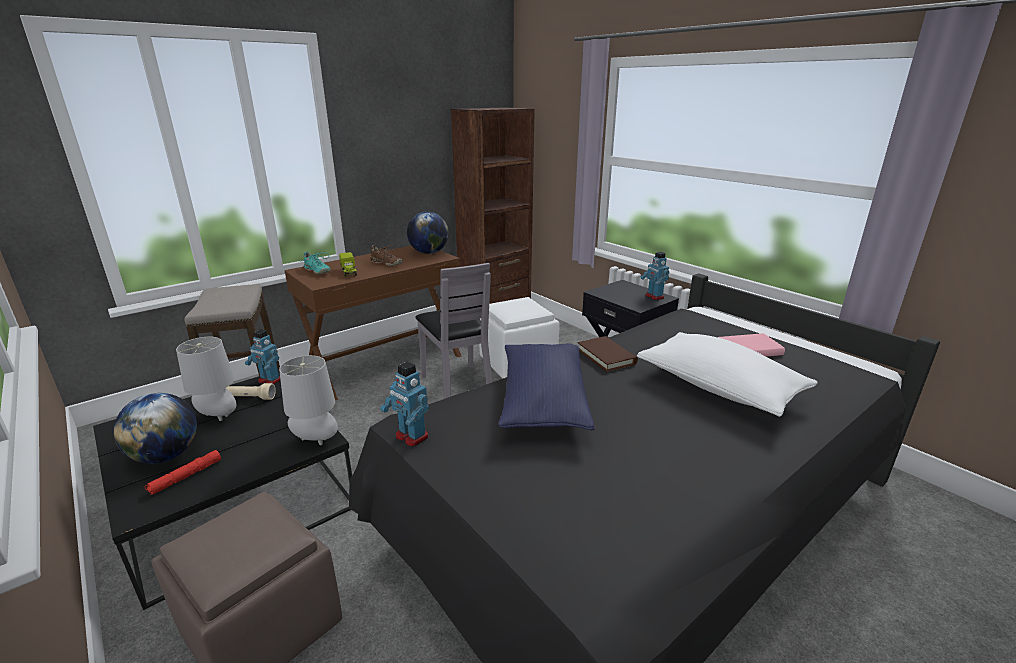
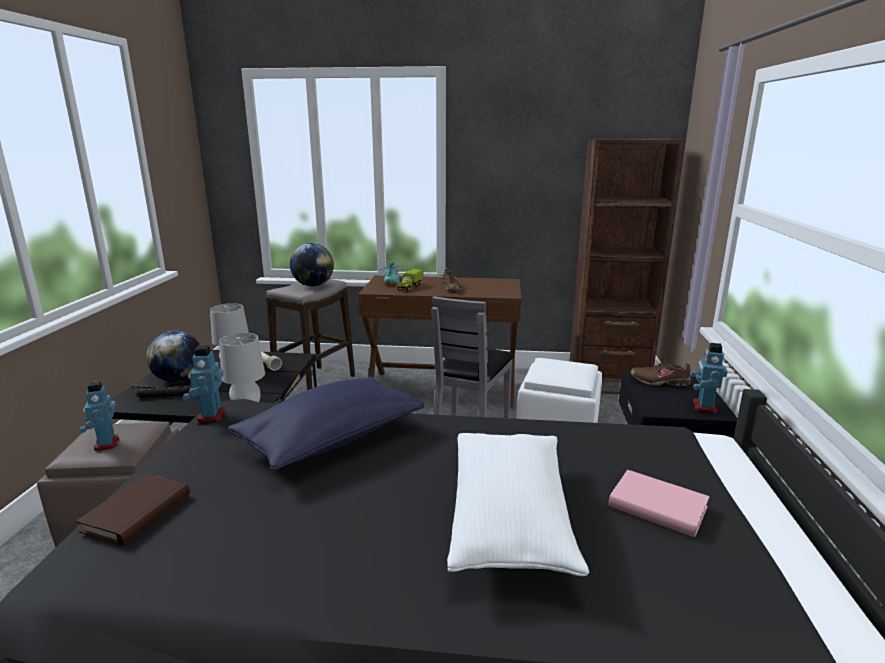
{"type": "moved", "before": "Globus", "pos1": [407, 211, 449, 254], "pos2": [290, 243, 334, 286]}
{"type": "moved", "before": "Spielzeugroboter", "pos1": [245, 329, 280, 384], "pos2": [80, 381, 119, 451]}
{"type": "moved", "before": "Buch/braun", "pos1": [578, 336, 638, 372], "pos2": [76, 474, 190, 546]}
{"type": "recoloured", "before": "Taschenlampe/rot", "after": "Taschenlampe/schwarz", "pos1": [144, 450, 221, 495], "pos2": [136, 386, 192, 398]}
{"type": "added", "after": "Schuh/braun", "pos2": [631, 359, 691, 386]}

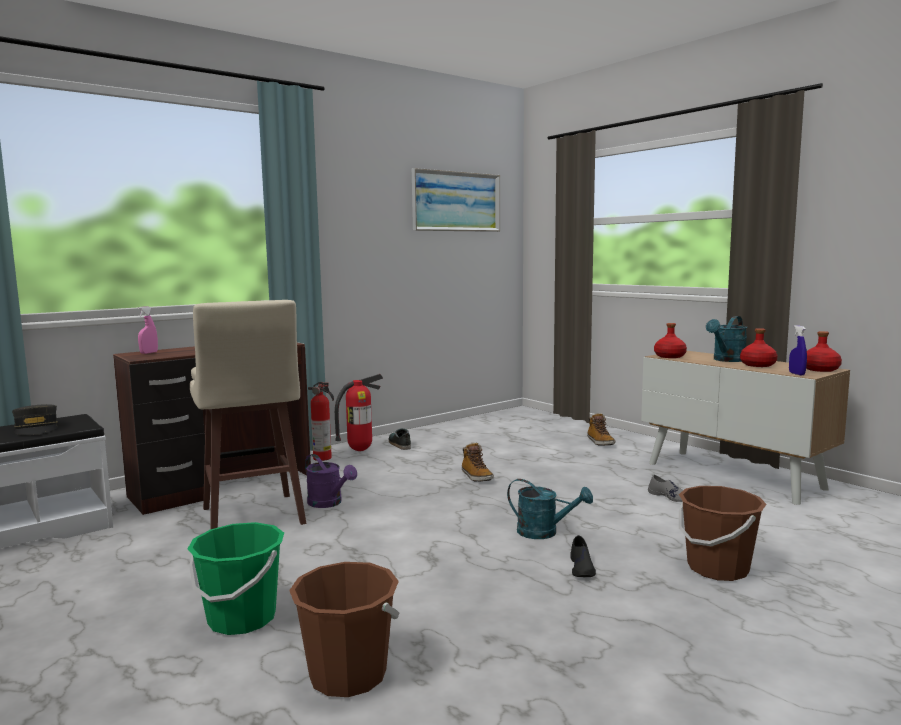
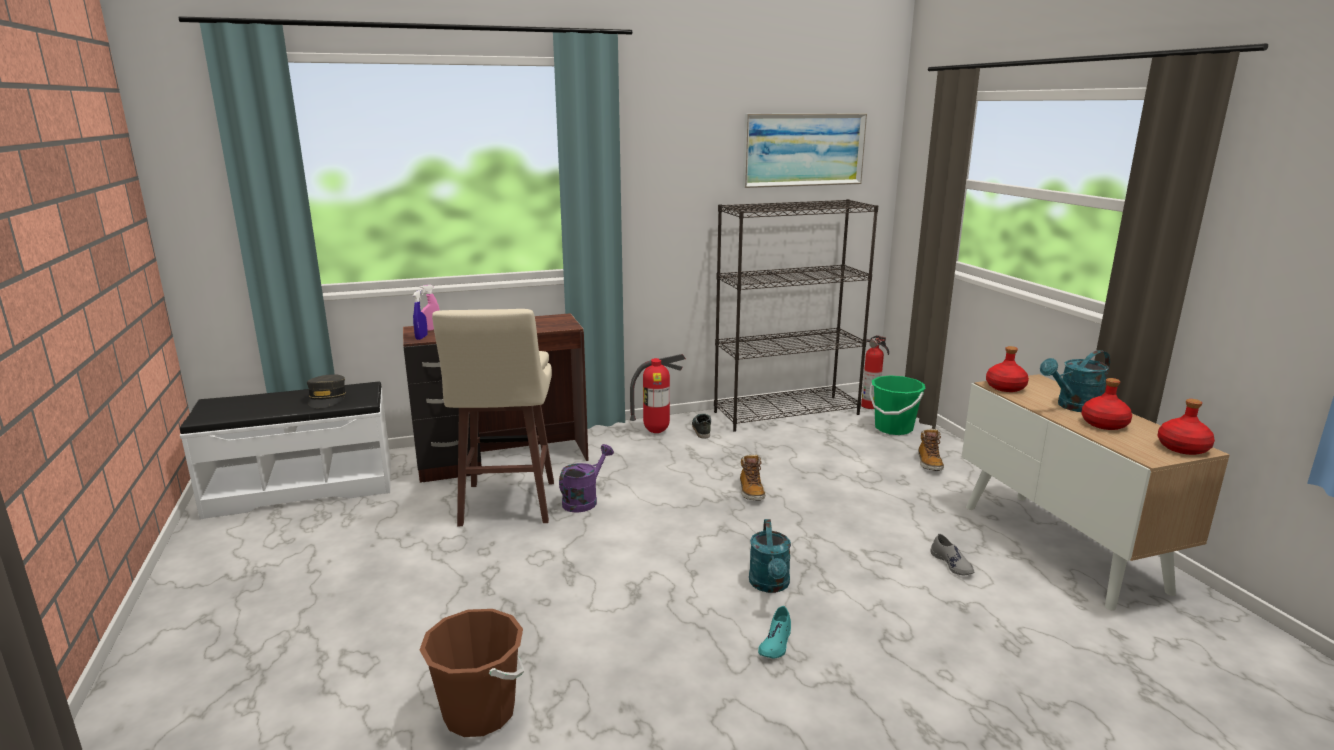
{"type": "moved", "before": "Sprühflasche/blau", "pos1": [789, 325, 807, 375], "pos2": [413, 290, 428, 340]}
{"type": "moved", "before": "Feuerlöscher", "pos1": [308, 382, 334, 461], "pos2": [861, 335, 889, 409]}
{"type": "turned", "before": "Gießkanne/lila", "pos1": [305, 454, 357, 508], "pos2": [559, 444, 614, 513], "turn": -120}
{"type": "turned", "before": "Gießkanne/türkis", "pos1": [507, 479, 593, 539], "pos2": [749, 519, 791, 593], "turn": 45}
{"type": "removed", "before": "Eimer/braun", "pos1": [679, 486, 767, 581]}
{"type": "moved", "before": "Eimer/grün", "pos1": [187, 522, 284, 635], "pos2": [869, 376, 926, 435]}
{"type": "recoloured", "before": "Schuh/schwarz", "after": "Schuh/türkis", "pos1": [571, 535, 596, 577], "pos2": [758, 606, 791, 659]}
{"type": "added", "after": "Bücherregal/schwarz", "pos2": [714, 199, 878, 432]}

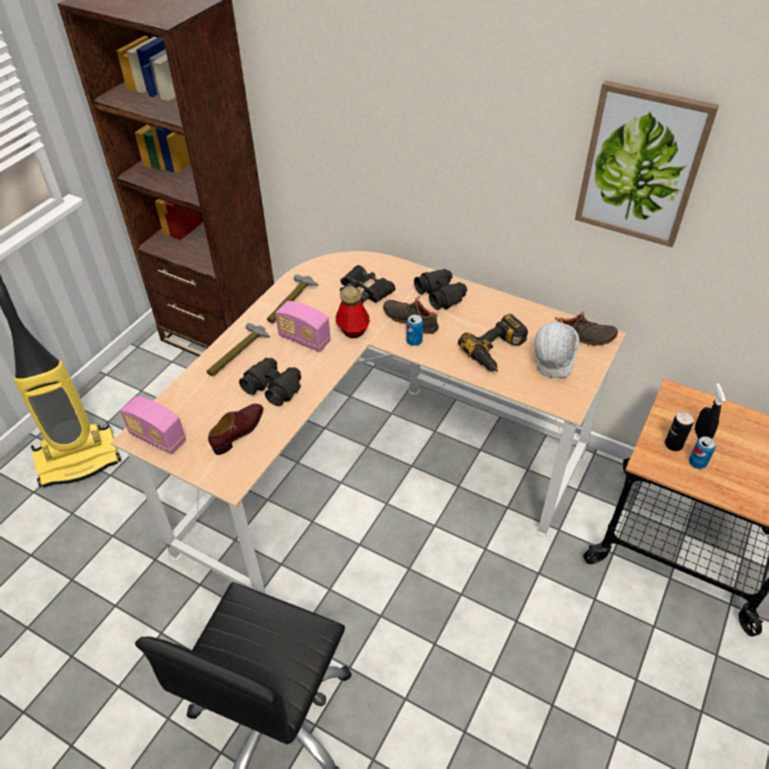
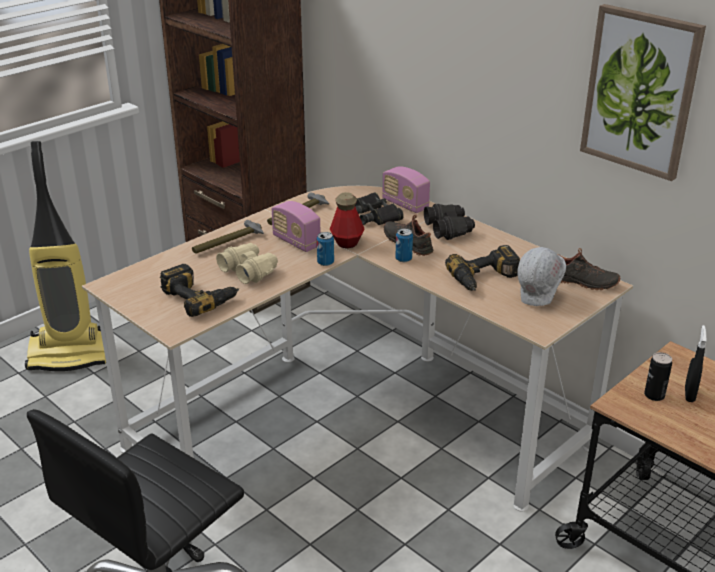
{"type": "recoloured", "before": "Fernglas/schwarz", "after": "Fernglas/beige", "pos1": [239, 358, 301, 406], "pos2": [216, 243, 278, 284]}
{"type": "moved", "before": "Radio", "pos1": [120, 396, 186, 454], "pos2": [382, 167, 430, 213]}
{"type": "replaced", "before": "Schuh/braun", "after": "Bohrmaschine", "pos1": [208, 404, 263, 455], "pos2": [160, 264, 239, 317]}
{"type": "moved", "before": "Dose", "pos1": [689, 436, 716, 469], "pos2": [317, 232, 334, 266]}

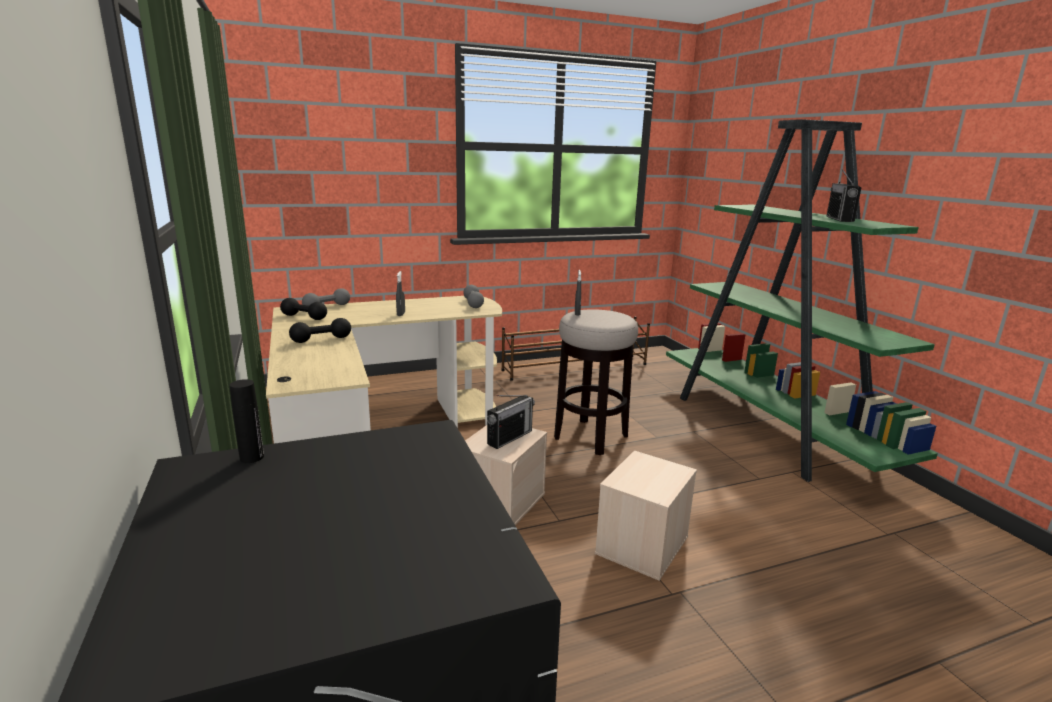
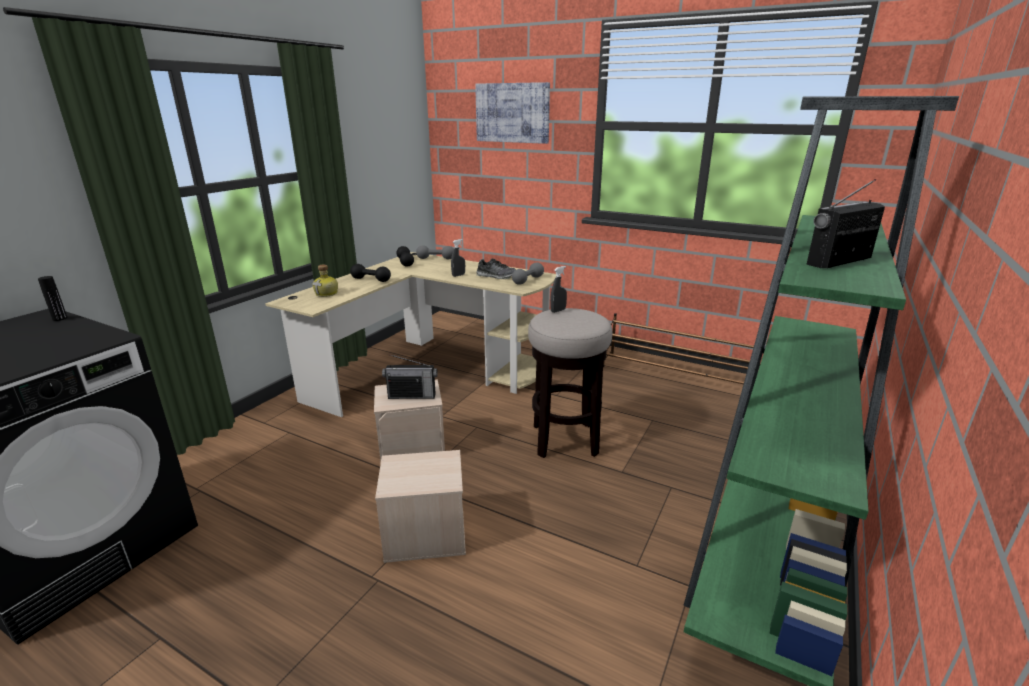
{"type": "added", "after": "Bild", "pos2": [475, 82, 550, 144]}
{"type": "added", "after": "Schuh", "pos2": [476, 258, 516, 279]}
{"type": "added", "after": "Flasche", "pos2": [313, 265, 338, 297]}

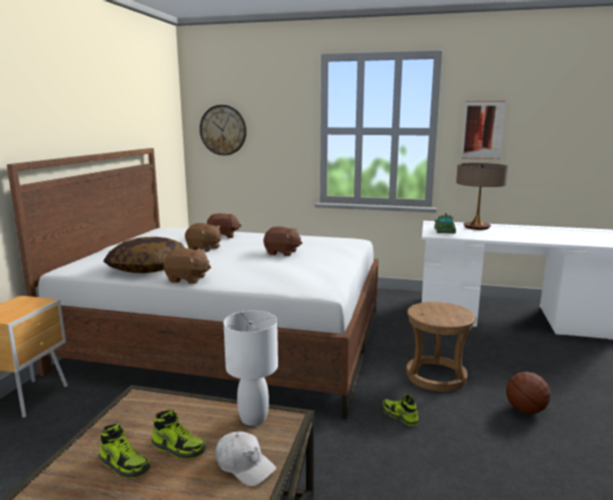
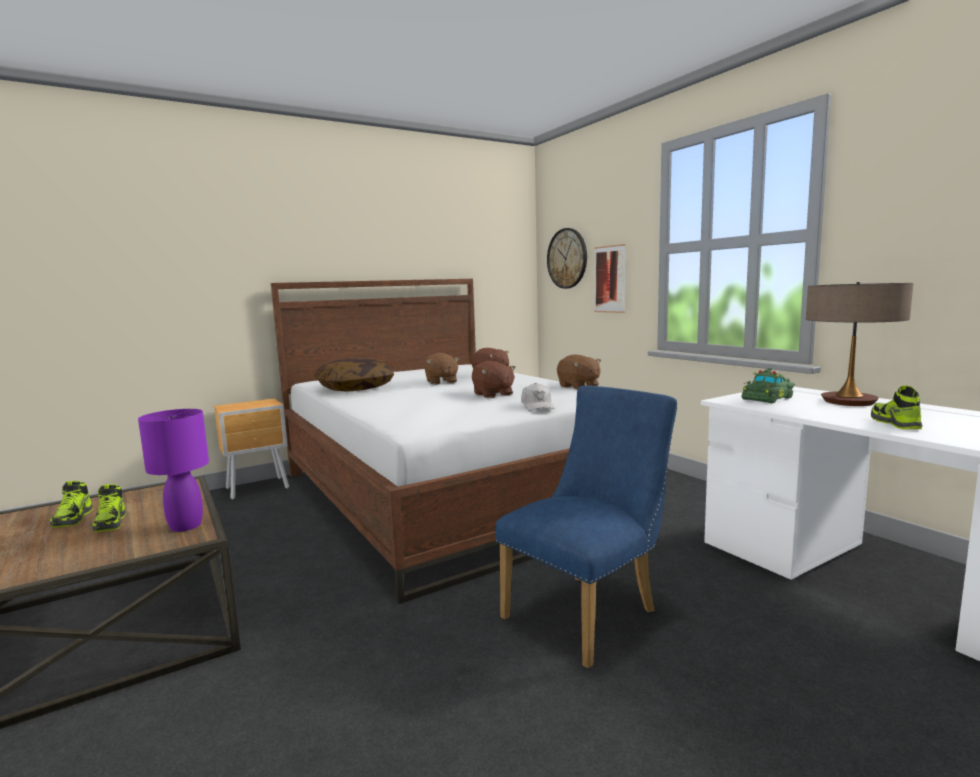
{"type": "moved", "before": "Bild", "pos1": [461, 101, 506, 159], "pos2": [594, 244, 626, 313]}
{"type": "moved", "before": "Plüschtier/braun", "pos1": [163, 248, 211, 284], "pos2": [557, 355, 601, 389]}
{"type": "replaced", "before": "Hocker/braun", "after": "Stuhl/blau", "pos1": [406, 302, 476, 392], "pos2": [495, 386, 677, 668]}
{"type": "recoloured", "before": "Tischlampe/weiß", "after": "Tischlampe/lila", "pos1": [224, 311, 278, 426], "pos2": [138, 409, 209, 532]}
{"type": "removed", "before": "Basketball", "pos1": [506, 371, 551, 414]}
{"type": "moved", "before": "Schuh", "pos1": [383, 394, 419, 426], "pos2": [871, 385, 923, 429]}
{"type": "moved", "before": "Kappe/weiß", "pos1": [215, 431, 276, 486], "pos2": [521, 383, 554, 411]}

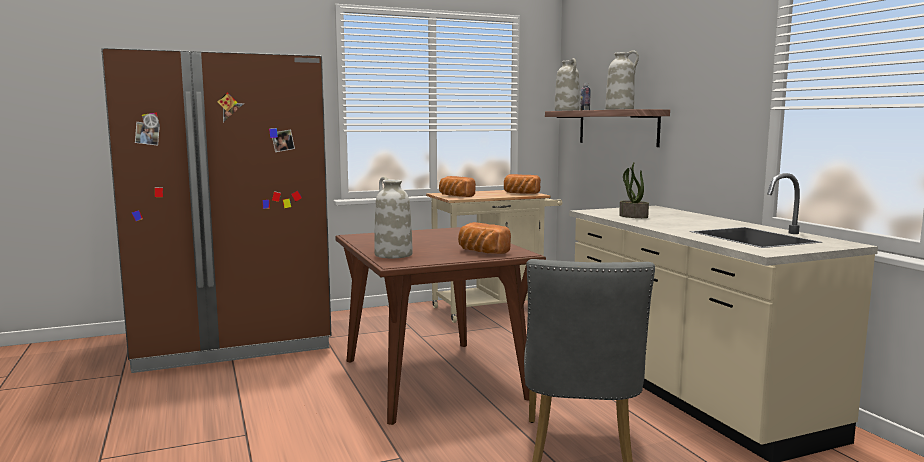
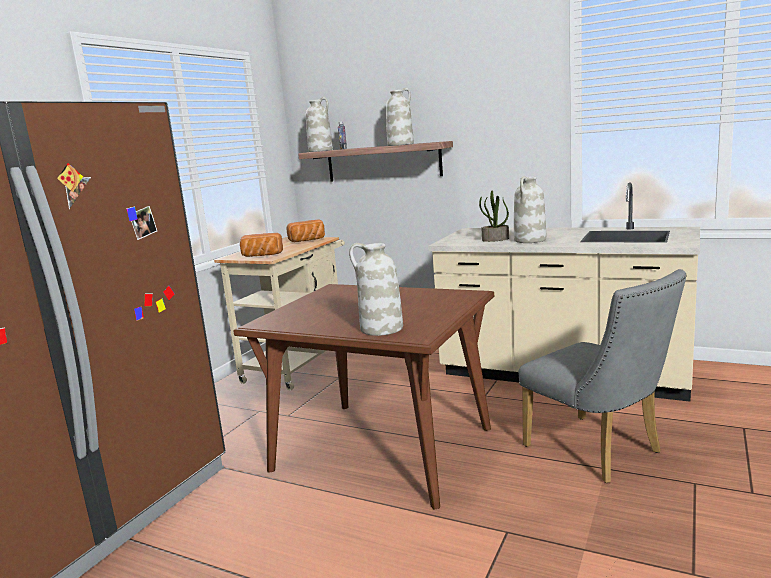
{"type": "removed", "before": "Brot", "pos1": [458, 222, 511, 254]}
{"type": "added", "after": "Vase/weiß", "pos2": [514, 176, 546, 243]}

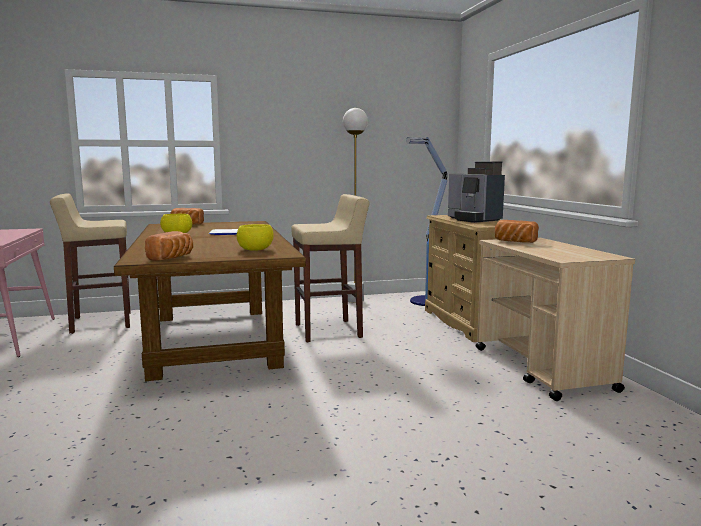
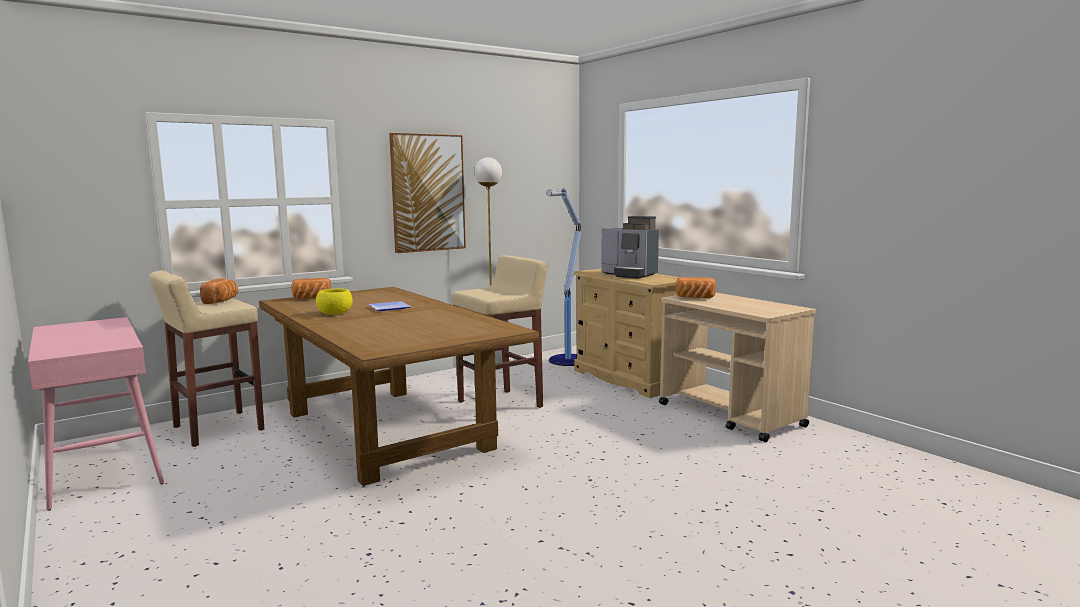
{"type": "removed", "before": "Schüssel/gelb", "pos1": [237, 224, 274, 251]}
{"type": "moved", "before": "Brot", "pos1": [145, 231, 193, 261], "pos2": [200, 278, 238, 304]}
{"type": "added", "after": "Bild", "pos2": [389, 133, 466, 253]}

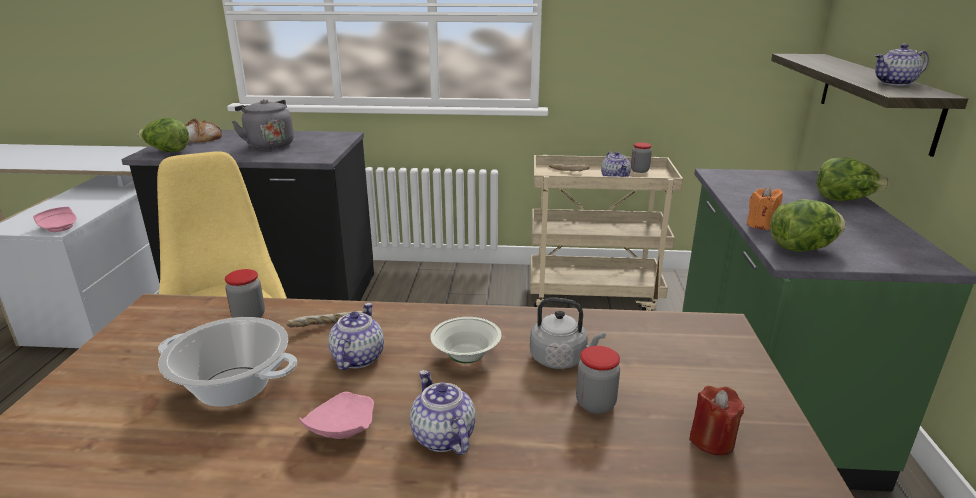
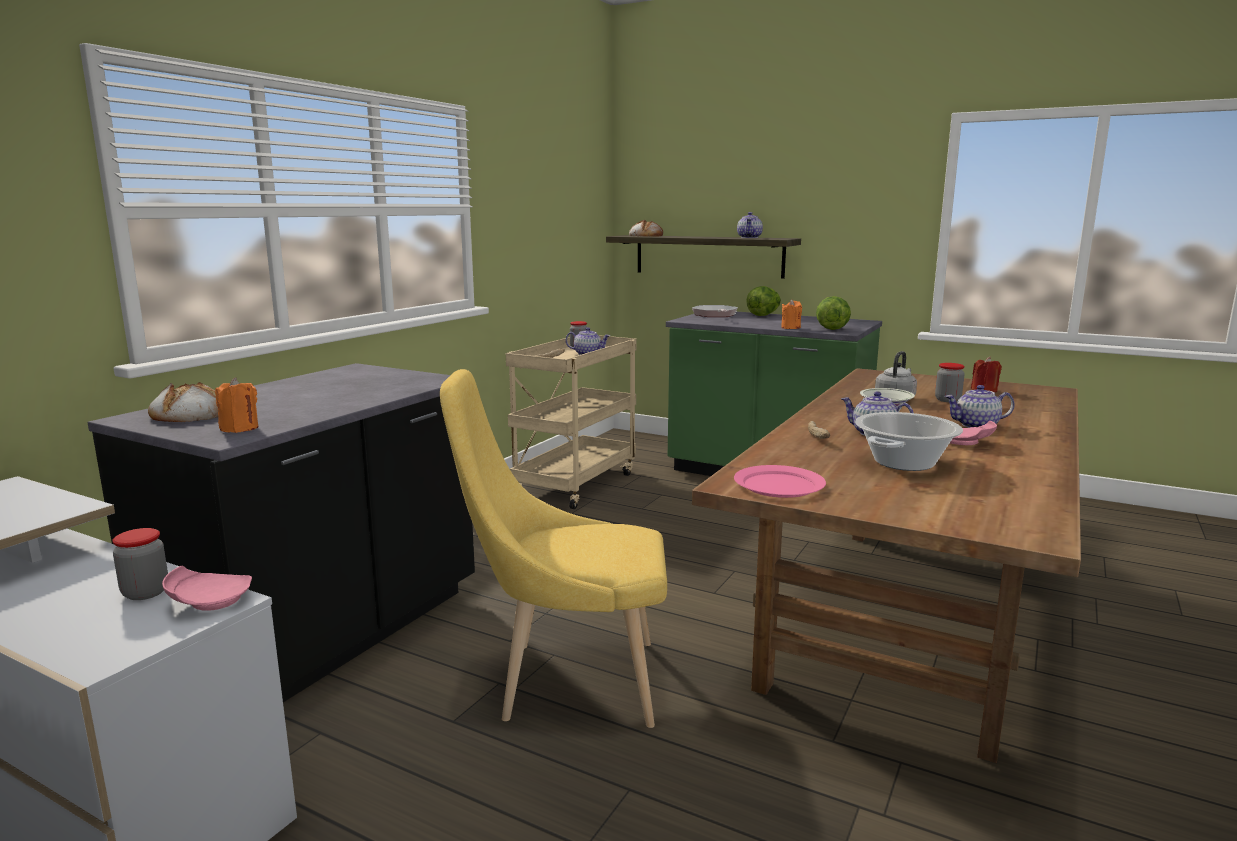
{"type": "removed", "before": "Wasserkessel/grau", "pos1": [232, 99, 294, 149]}
{"type": "replaced", "before": "Salatkopf", "after": "Kerze/orange", "pos1": [138, 118, 189, 152], "pos2": [215, 377, 258, 433]}
{"type": "moved", "before": "Vorratsglas", "pos1": [225, 269, 265, 318], "pos2": [112, 528, 168, 600]}
{"type": "added", "after": "Brot", "pos2": [629, 220, 663, 237]}
{"type": "added", "after": "Pfanne", "pos2": [692, 305, 738, 317]}
{"type": "added", "after": "Teller/rosa", "pos2": [734, 465, 826, 498]}

